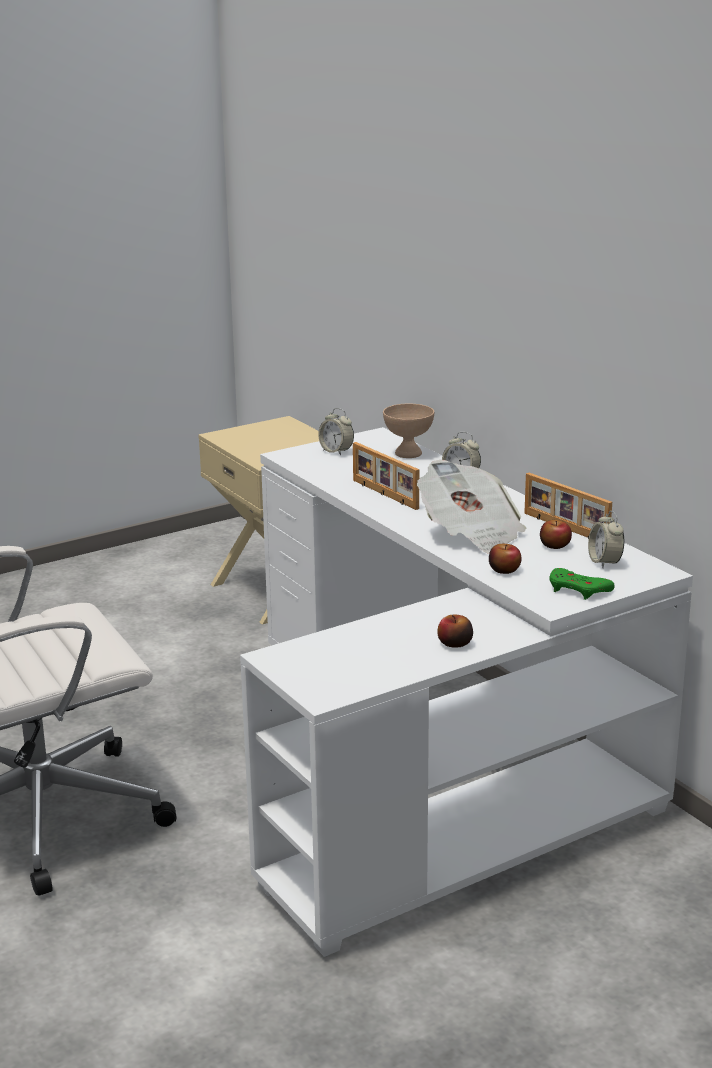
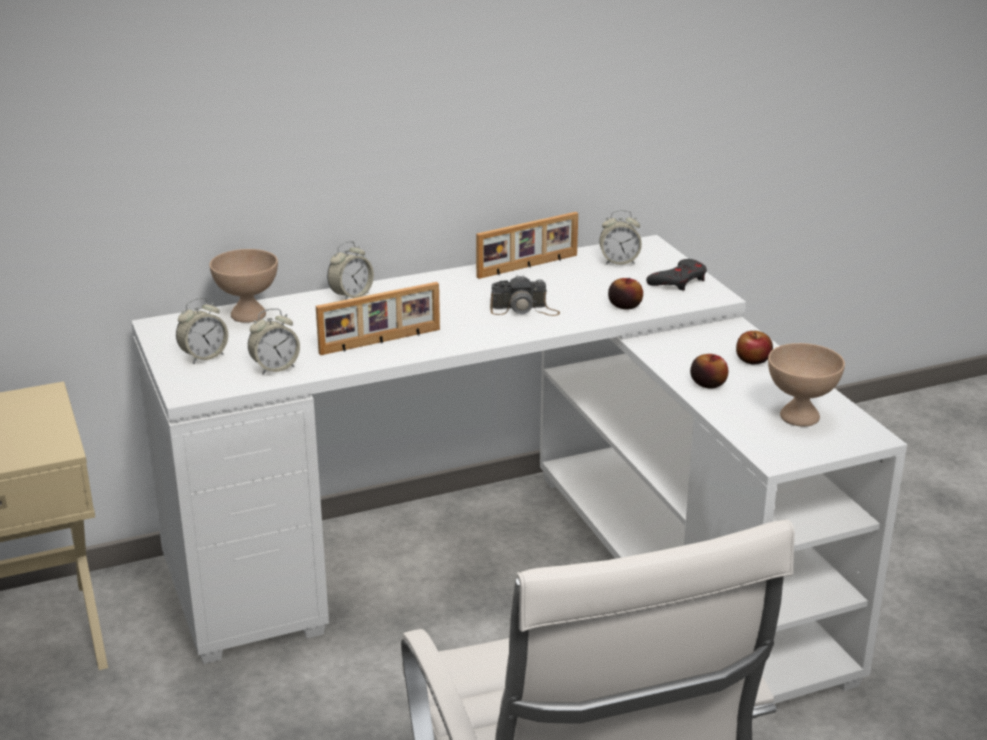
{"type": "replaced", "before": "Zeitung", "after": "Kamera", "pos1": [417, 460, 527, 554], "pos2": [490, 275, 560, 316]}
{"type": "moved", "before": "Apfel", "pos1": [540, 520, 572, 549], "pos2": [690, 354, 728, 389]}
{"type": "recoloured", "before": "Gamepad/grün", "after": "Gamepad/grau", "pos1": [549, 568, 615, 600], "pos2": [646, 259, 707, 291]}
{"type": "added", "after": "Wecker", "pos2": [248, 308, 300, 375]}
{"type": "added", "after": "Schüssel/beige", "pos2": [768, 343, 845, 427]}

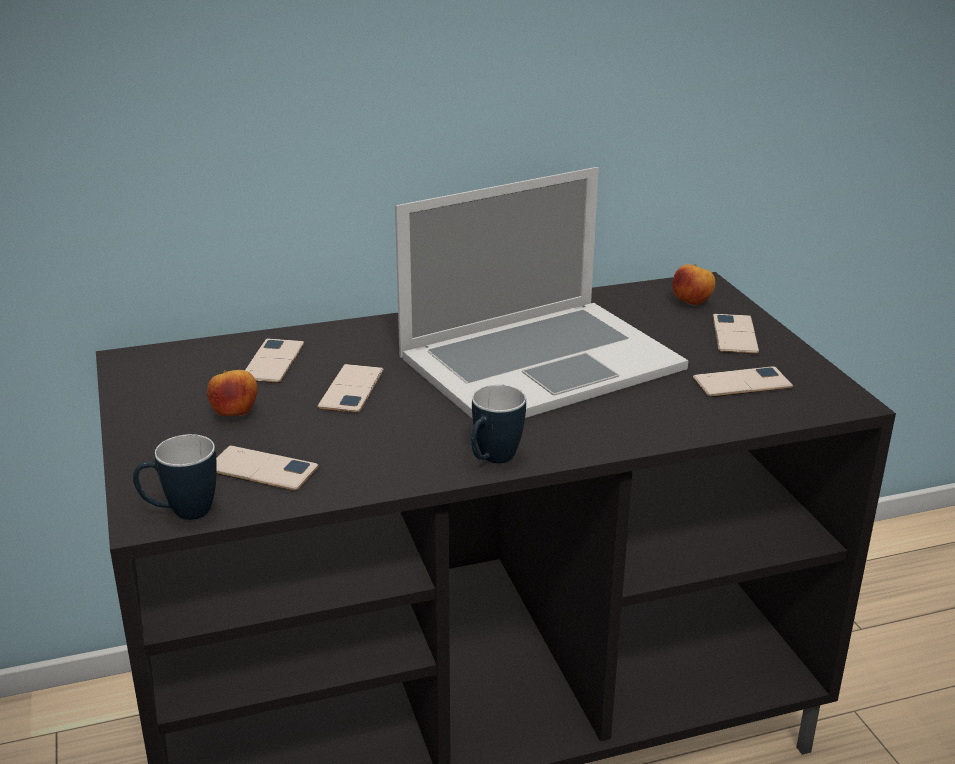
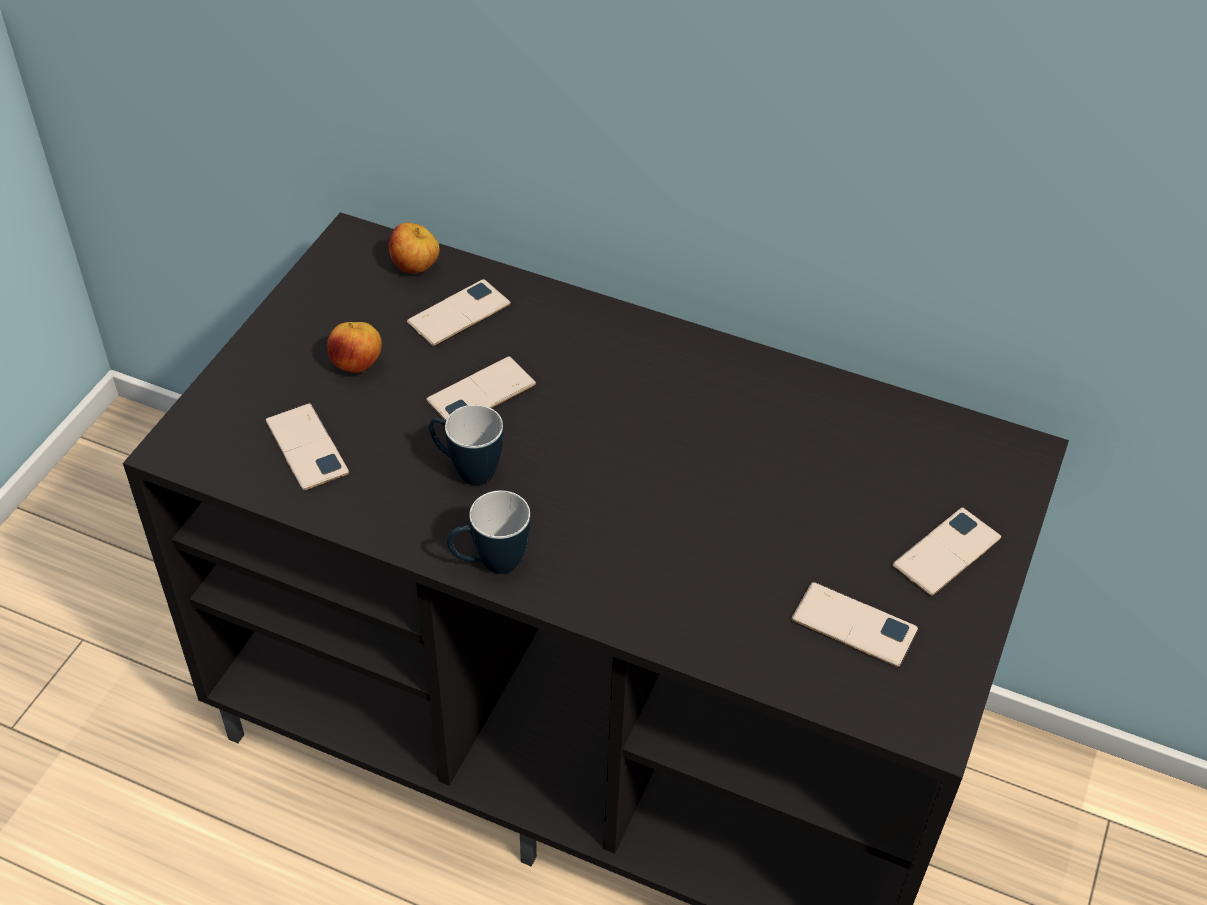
{"type": "removed", "before": "Laptop", "pos1": [395, 167, 688, 419]}
{"type": "moved", "before": "Apfel", "pos1": [672, 264, 716, 306], "pos2": [389, 223, 439, 273]}
{"type": "moved", "before": "Henkelbecher", "pos1": [133, 434, 217, 520], "pos2": [429, 405, 504, 485]}

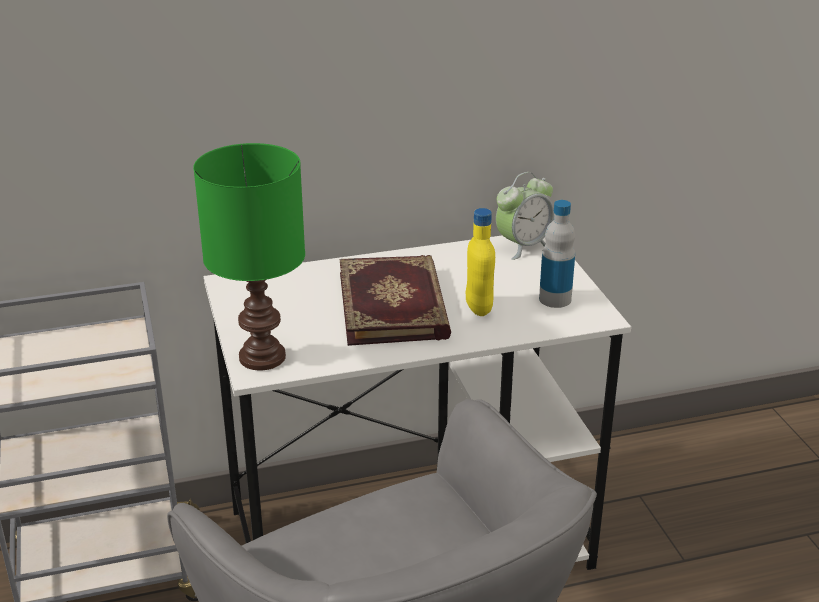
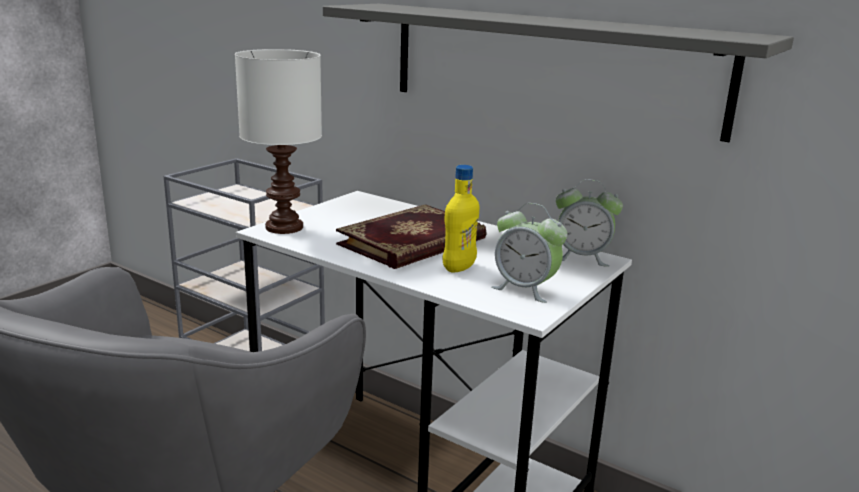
{"type": "recoloured", "before": "Tischlampe/grün", "after": "Tischlampe/weiß", "pos1": [193, 143, 305, 370], "pos2": [235, 49, 322, 234]}
{"type": "replaced", "before": "Flasche", "after": "Wecker", "pos1": [539, 200, 575, 308], "pos2": [492, 203, 567, 303]}
{"type": "added", "after": "Wandregal/grau", "pos2": [323, 4, 794, 142]}

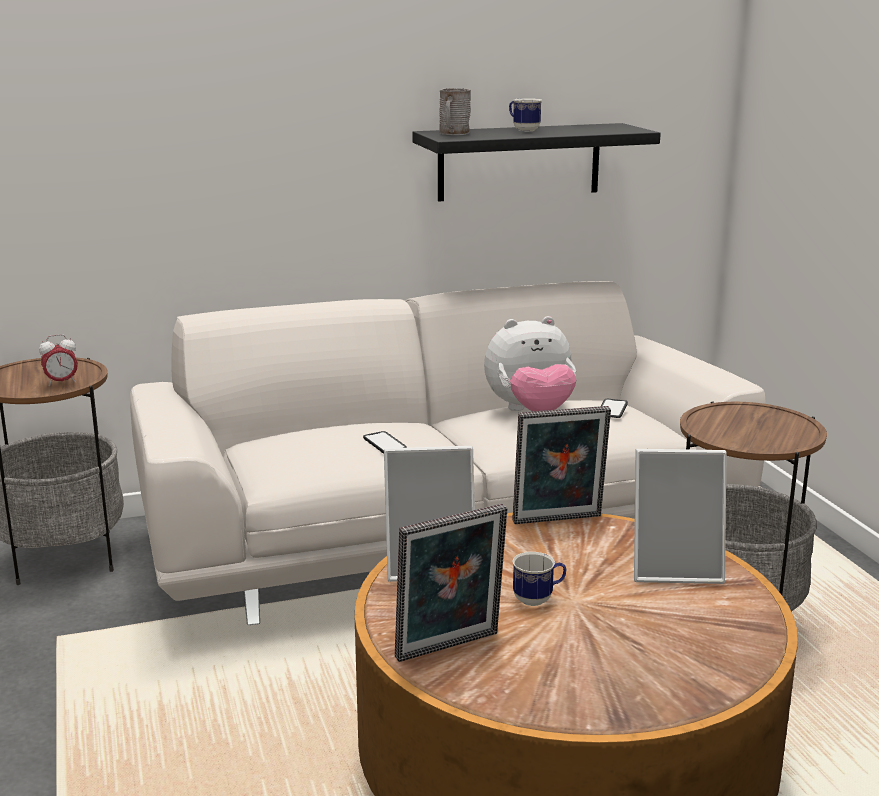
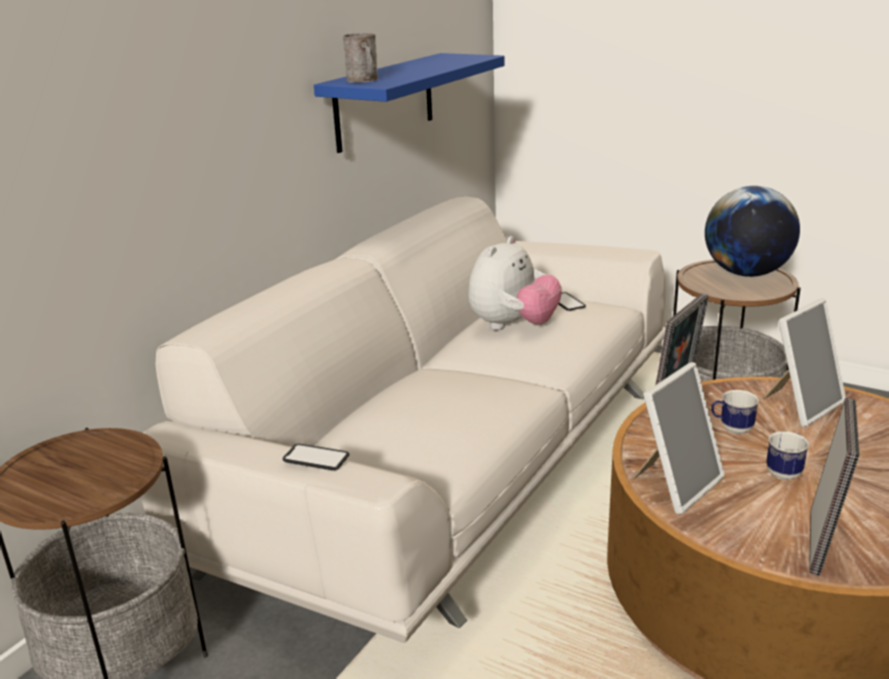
{"type": "moved", "before": "Henkelbecher", "pos1": [509, 98, 542, 131], "pos2": [711, 390, 759, 434]}
{"type": "recoloured", "before": "Wandregal/schwarz", "after": "Wandregal/blau", "pos1": [412, 123, 661, 202], "pos2": [314, 53, 505, 153]}
{"type": "removed", "before": "Wecker", "pos1": [39, 334, 78, 386]}
{"type": "moved", "before": "Handy", "pos1": [363, 431, 407, 453], "pos2": [282, 444, 349, 470]}
{"type": "added", "after": "Globus", "pos2": [705, 186, 800, 277]}

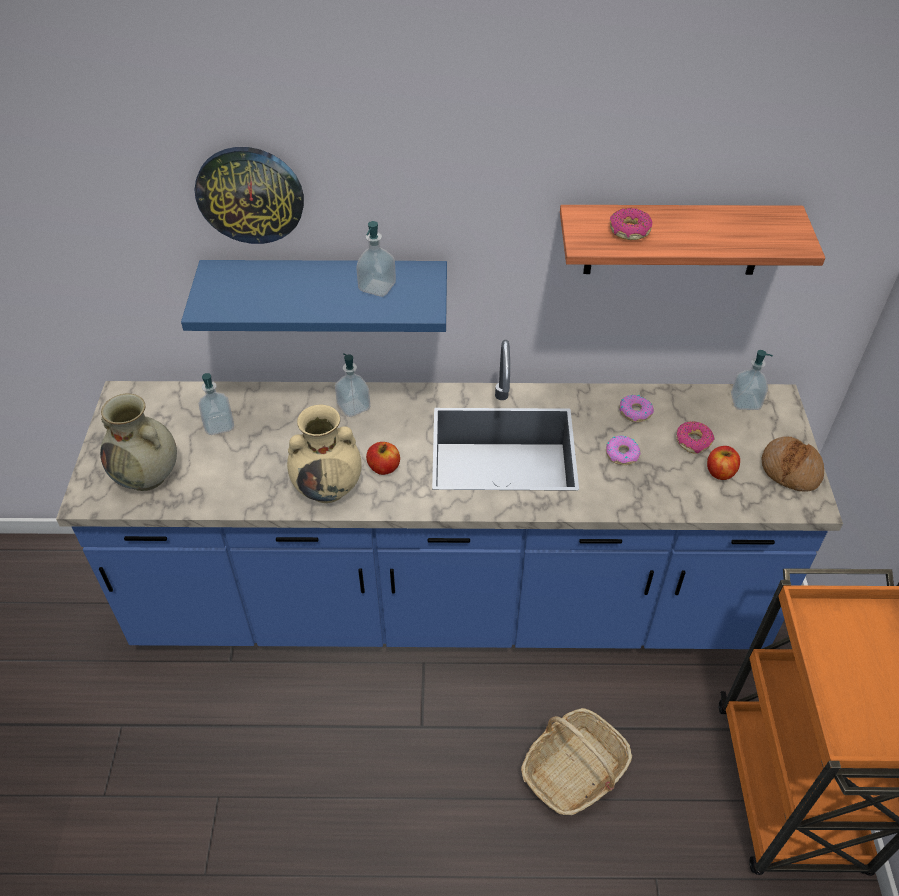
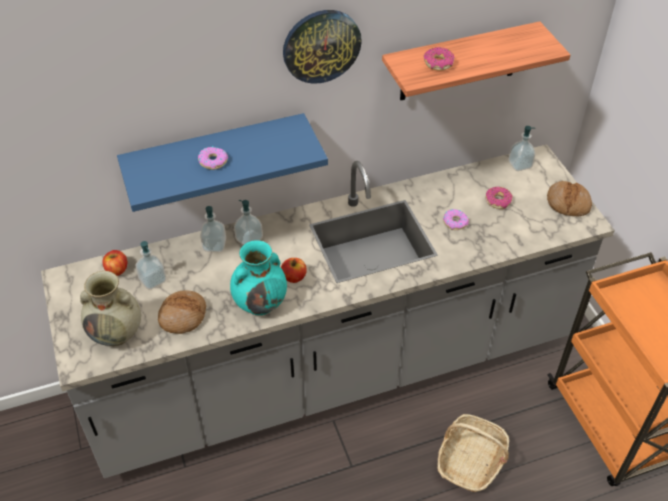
{"type": "moved", "before": "Wanduhr", "pos1": [194, 147, 304, 244], "pos2": [283, 10, 362, 84]}
{"type": "moved", "before": "Seifenspender", "pos1": [356, 221, 396, 297], "pos2": [200, 206, 226, 252]}
{"type": "recoloured", "before": "Küchenzeile/blau", "after": "Küchenzeile/grau", "pos1": [56, 340, 843, 649], "pos2": [41, 144, 615, 478]}
{"type": "moved", "before": "Donut", "pos1": [619, 395, 654, 422], "pos2": [198, 146, 228, 170]}
{"type": "recoloured", "before": "Vase/beige", "after": "Vase/türkis", "pos1": [287, 405, 362, 503], "pos2": [230, 240, 287, 315]}
{"type": "moved", "before": "Apfel", "pos1": [707, 446, 740, 480], "pos2": [103, 250, 127, 276]}
{"type": "added", "after": "Brot", "pos2": [158, 290, 206, 334]}

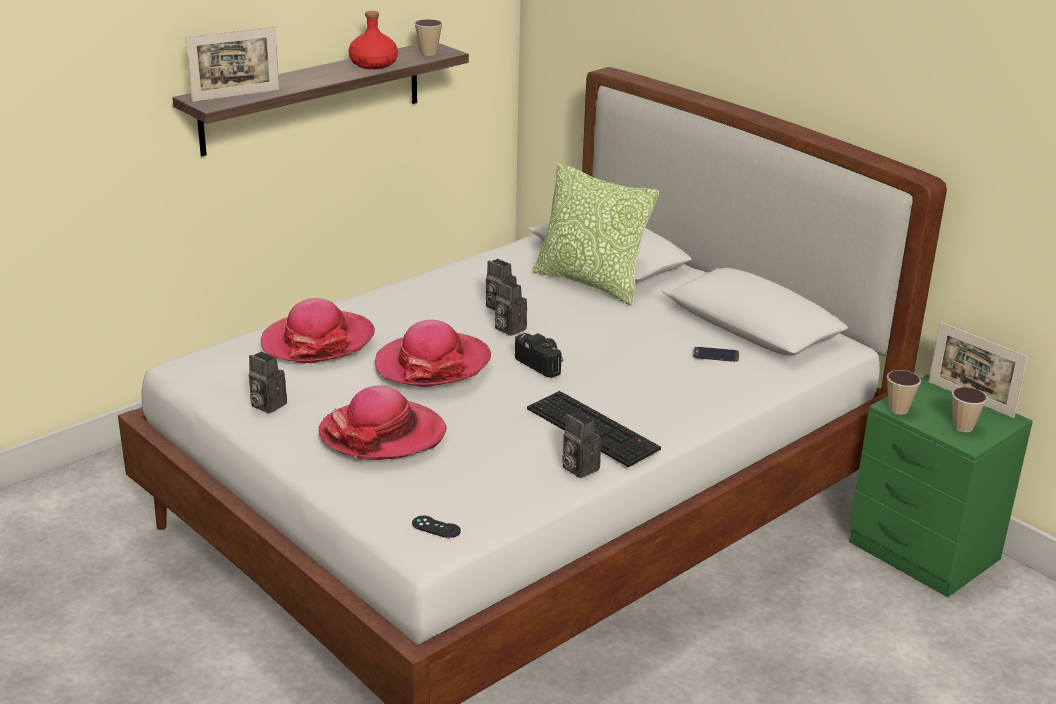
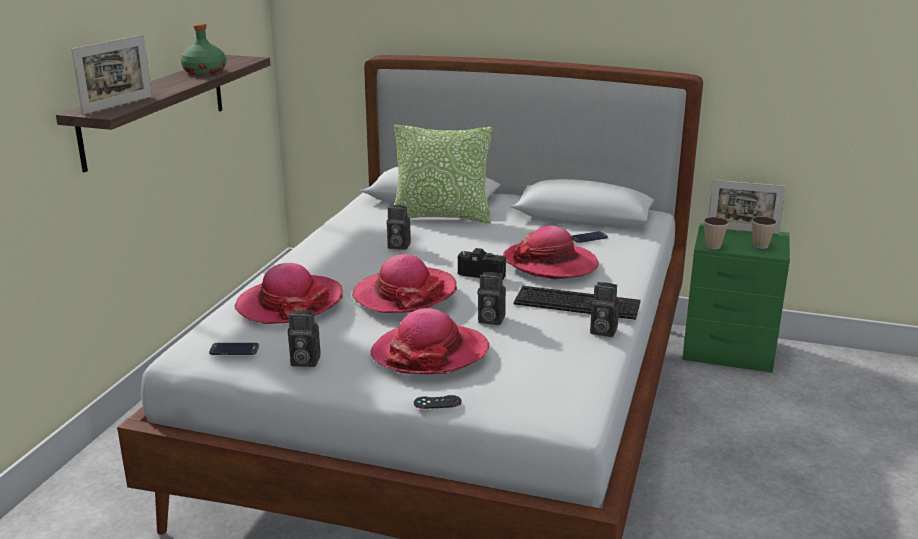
{"type": "recoloured", "before": "Flasche/rot", "after": "Flasche/grün", "pos1": [349, 11, 398, 69], "pos2": [181, 23, 226, 75]}
{"type": "removed", "before": "Tasse", "pos1": [414, 19, 442, 56]}
{"type": "moved", "before": "Kamera", "pos1": [494, 280, 527, 336], "pos2": [478, 272, 506, 325]}
{"type": "moved", "before": "Gamepad/schwarz", "pos1": [412, 516, 461, 538], "pos2": [414, 395, 462, 409]}
{"type": "added", "after": "Hut", "pos2": [503, 225, 599, 280]}
{"type": "added", "after": "Handy", "pos2": [209, 343, 259, 355]}

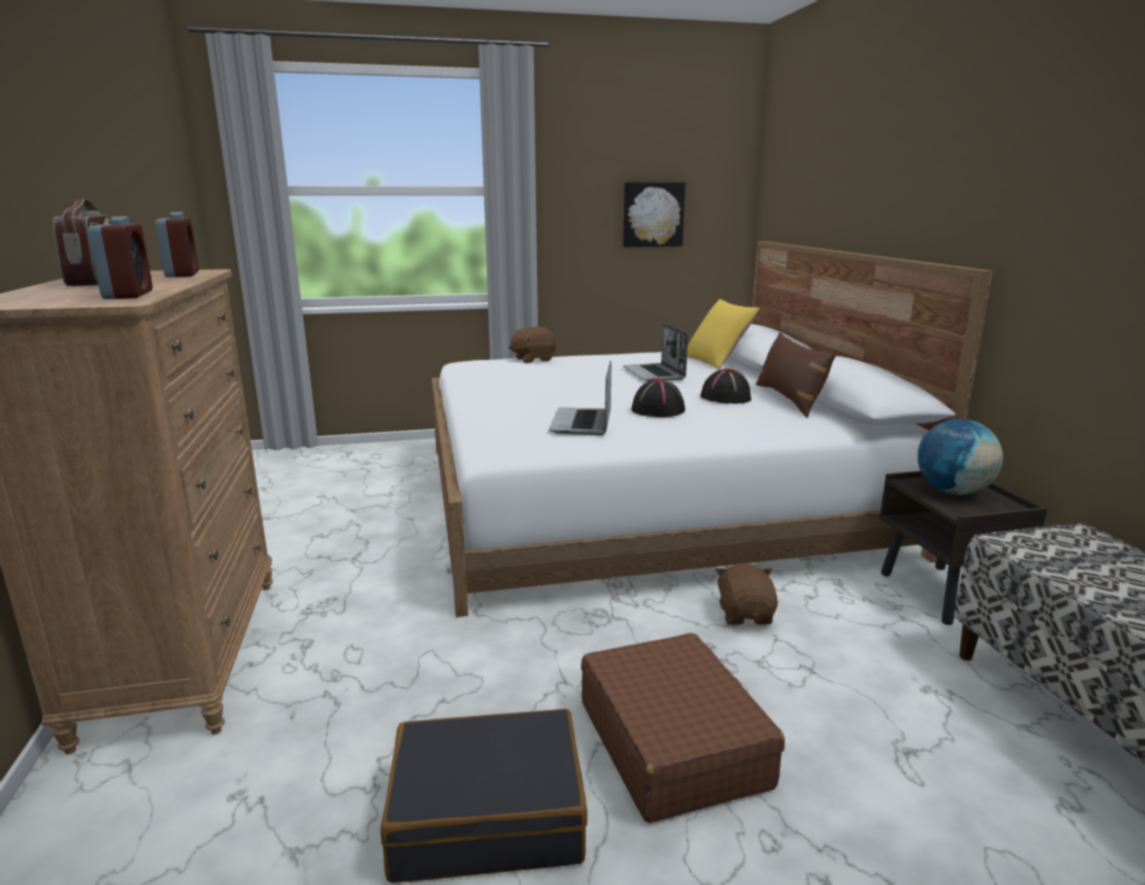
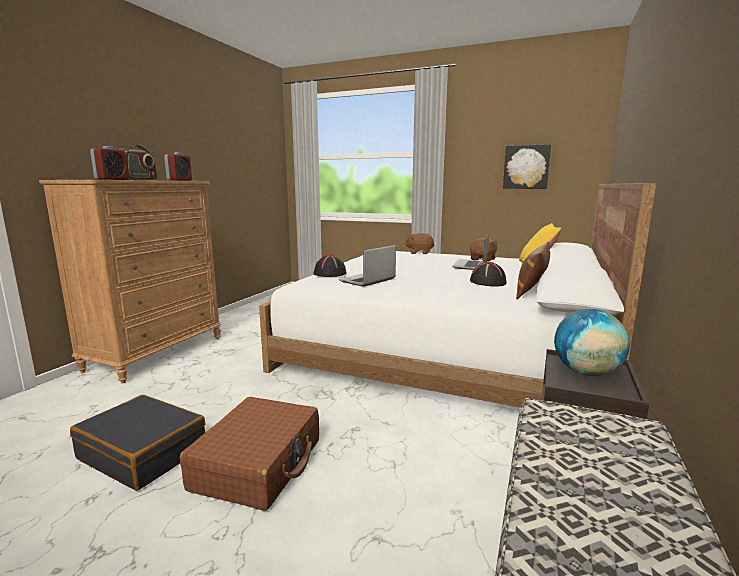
{"type": "moved", "before": "Hut/schwarz", "pos1": [631, 379, 685, 417], "pos2": [313, 254, 347, 277]}
{"type": "moved", "before": "Plüschtier/braun", "pos1": [716, 563, 778, 625], "pos2": [470, 238, 499, 262]}

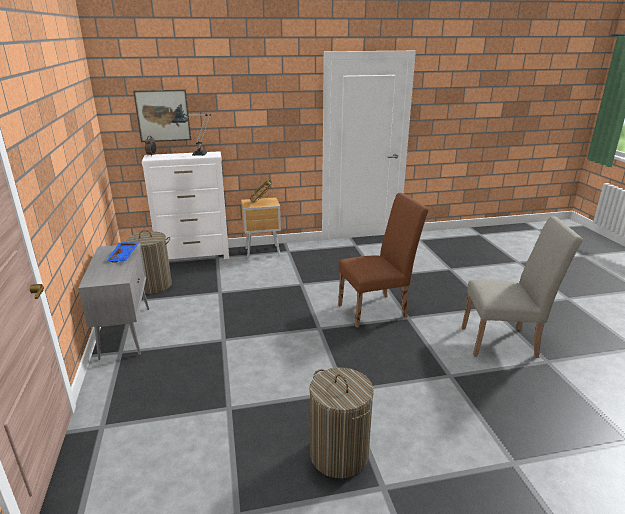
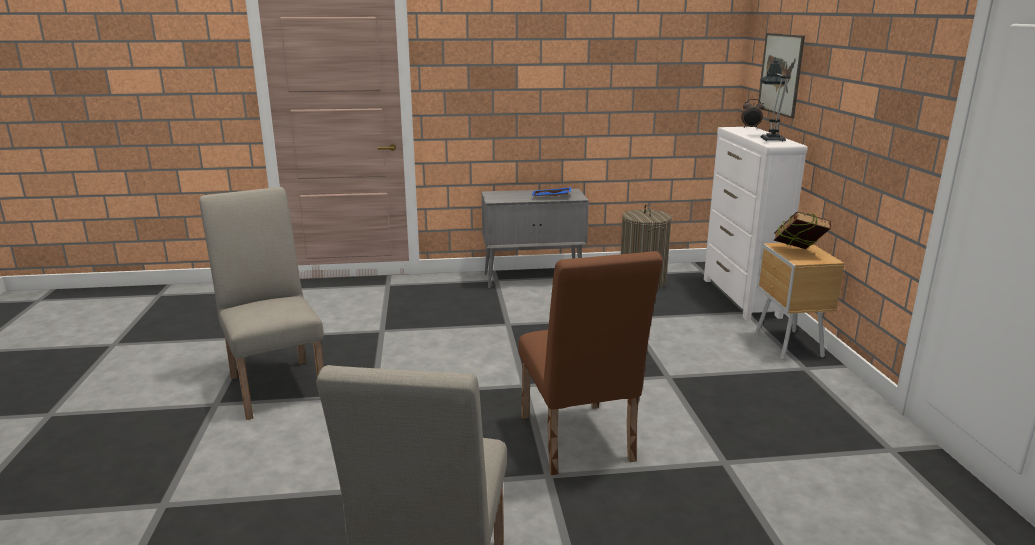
{"type": "replaced", "before": "Wäschekorb", "after": "Stuhl/beige", "pos1": [309, 367, 374, 478], "pos2": [199, 187, 324, 420]}

